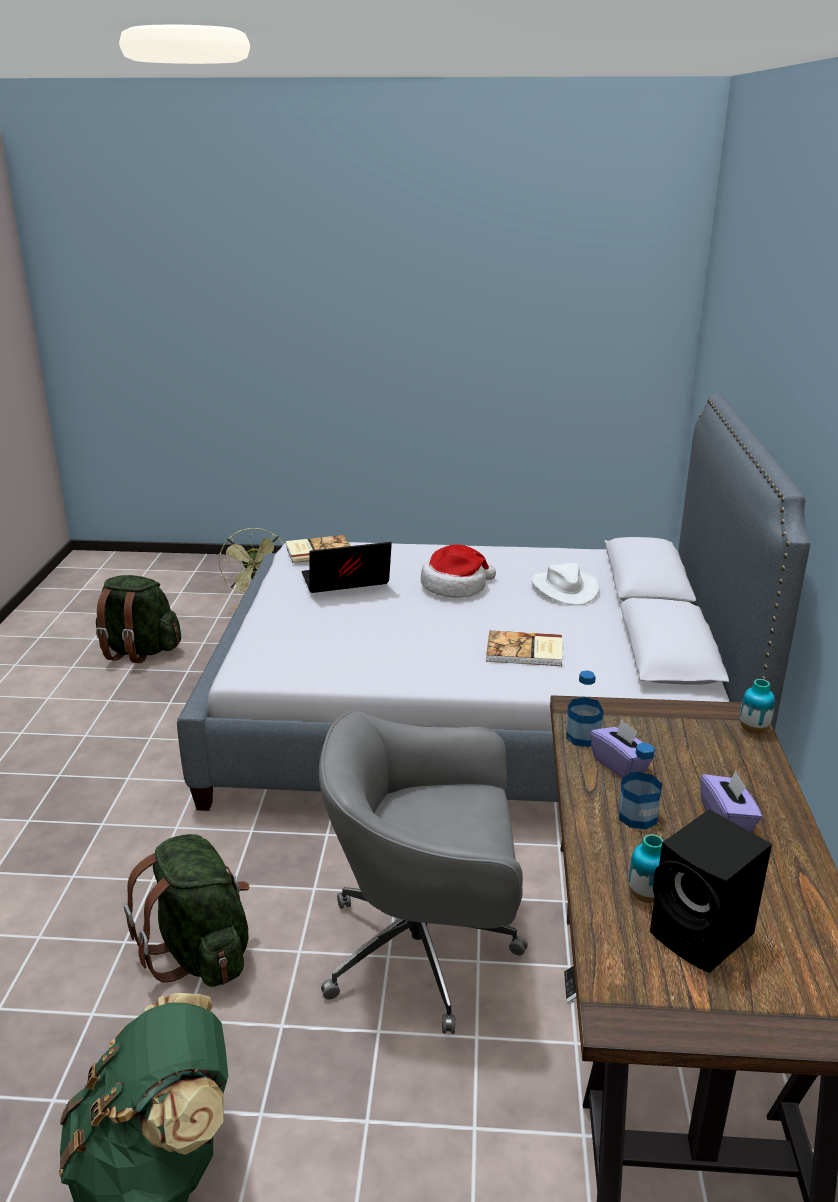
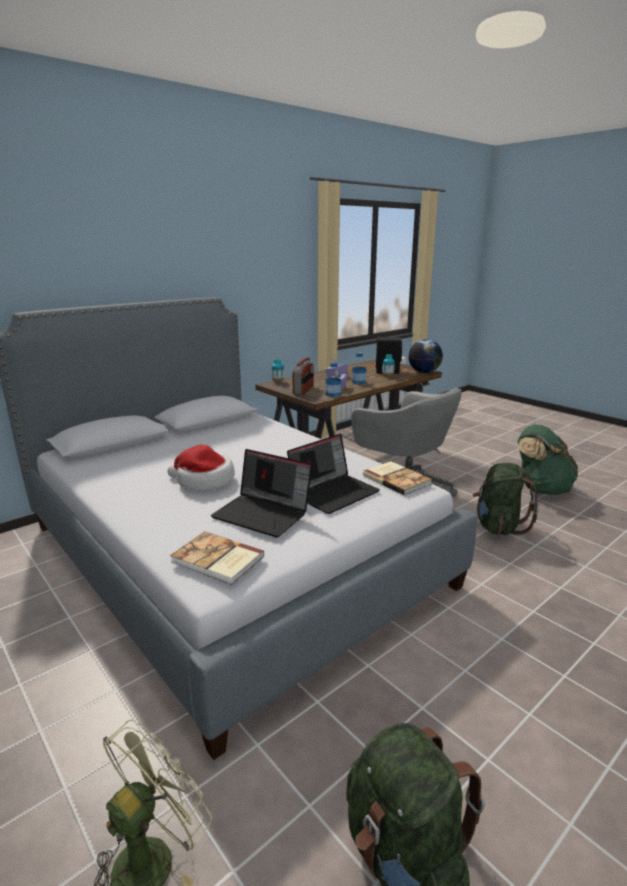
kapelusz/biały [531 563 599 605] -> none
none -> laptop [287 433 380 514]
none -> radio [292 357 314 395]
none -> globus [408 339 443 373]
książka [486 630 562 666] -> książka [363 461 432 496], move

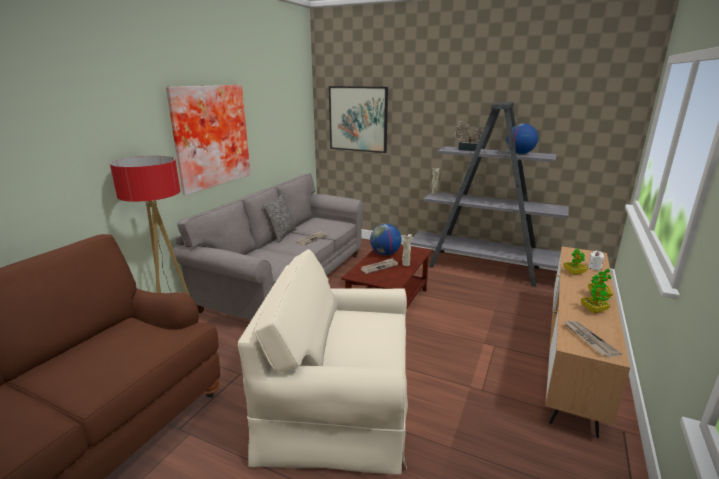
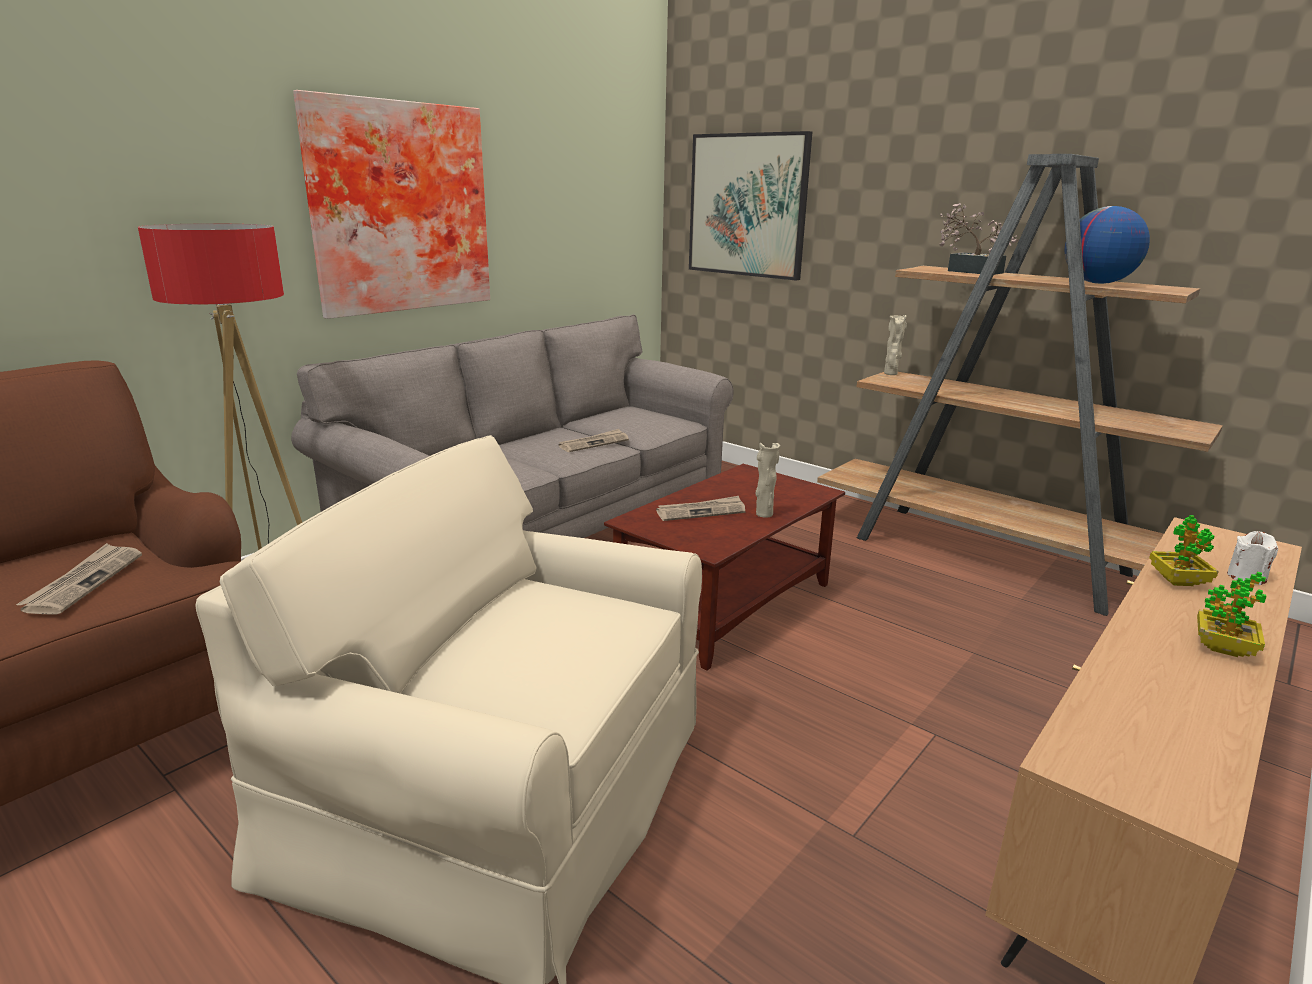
poduszka [263 194 296 243] -> none
globus [370 224 402 255] -> none
roślina doniczkowa [581 280 611 313] -> none
gazeta [564 321 621 358] -> gazeta [16 543 142 614], move
regał/szary [411 102 569 287] -> regał/brązowy [817 154 1223 616]

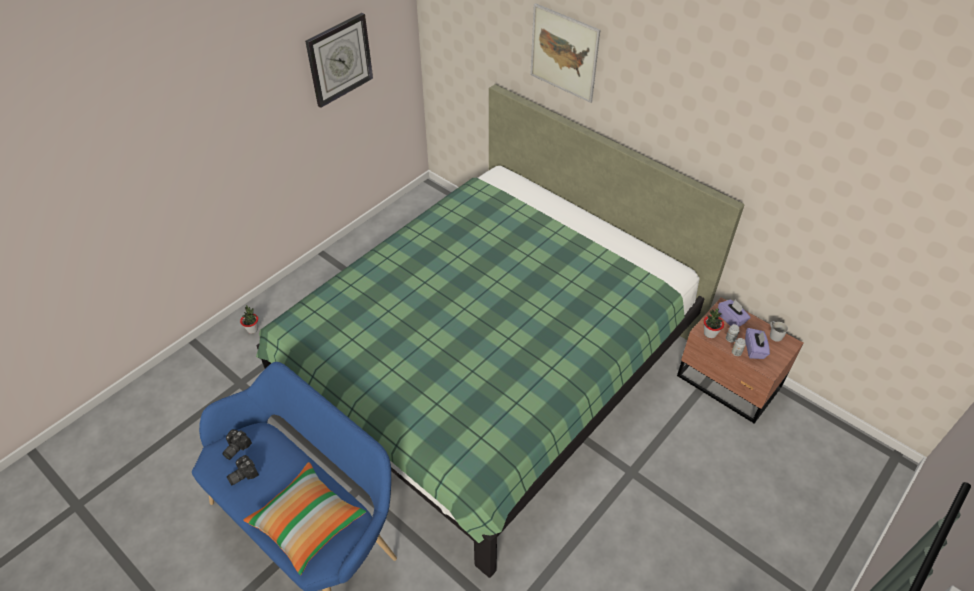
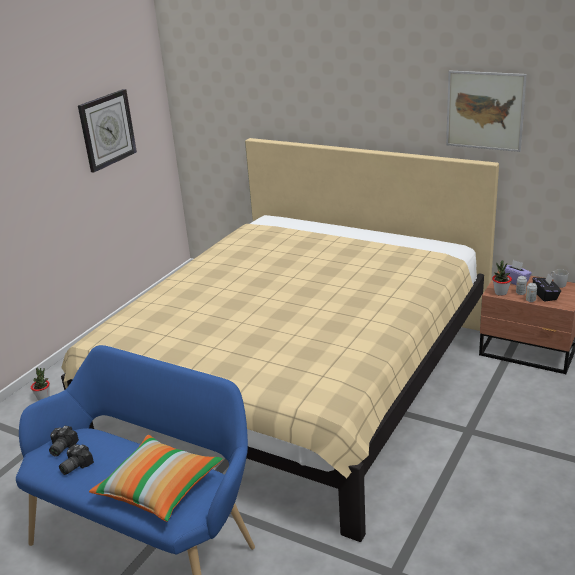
obraz [530 3 600 103] -> obraz [446 70 527 152], move
łóżko/zielony [256 84 744 578] -> łóżko/beżowy [61 138 499 542]
pudełko chusteczek/fioletowy [745 328 770 359] -> pudełko chusteczek/czarny [533 273 561 302]

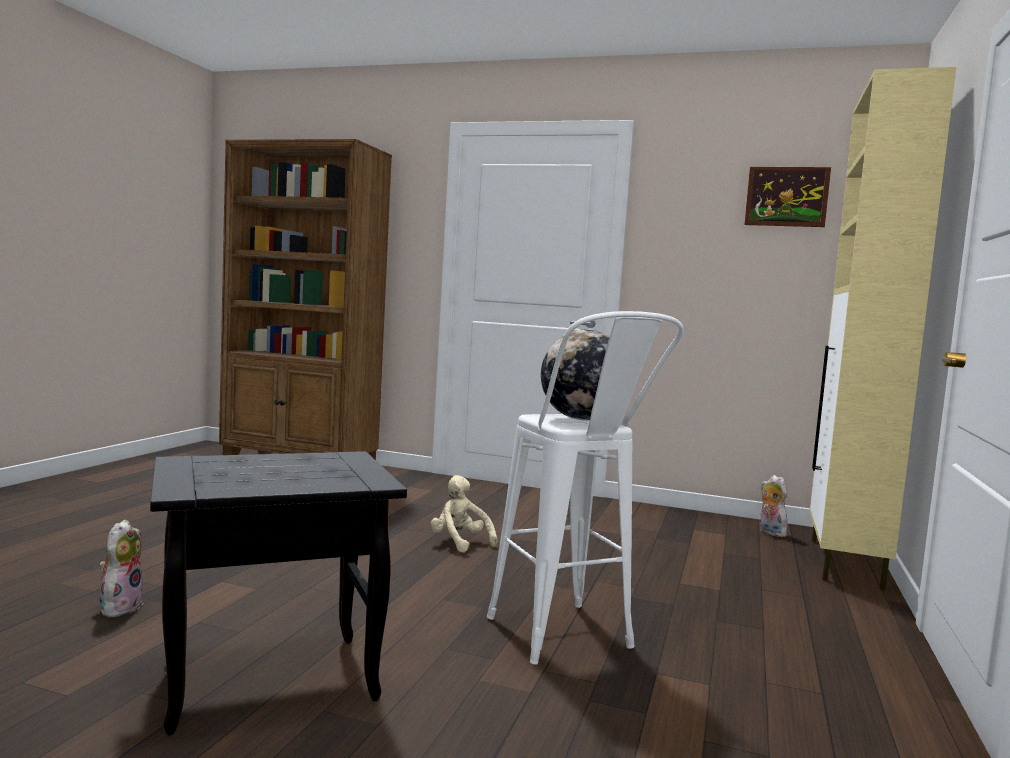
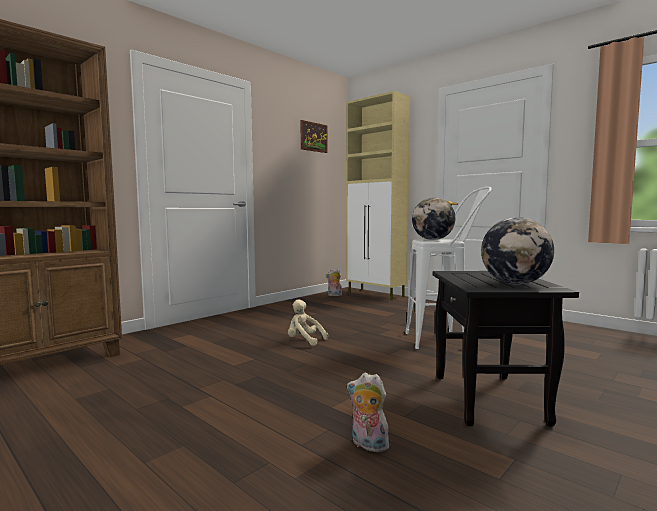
none -> globus [481 217 554 284]
pluszak/beżowy [431 475 498 553] -> pluszak/beżowy [288 299 328 346], 45 degrees clockwise

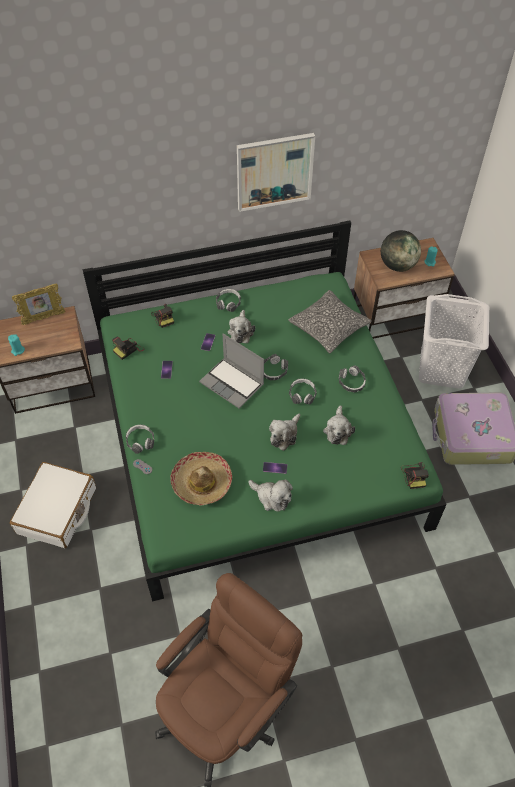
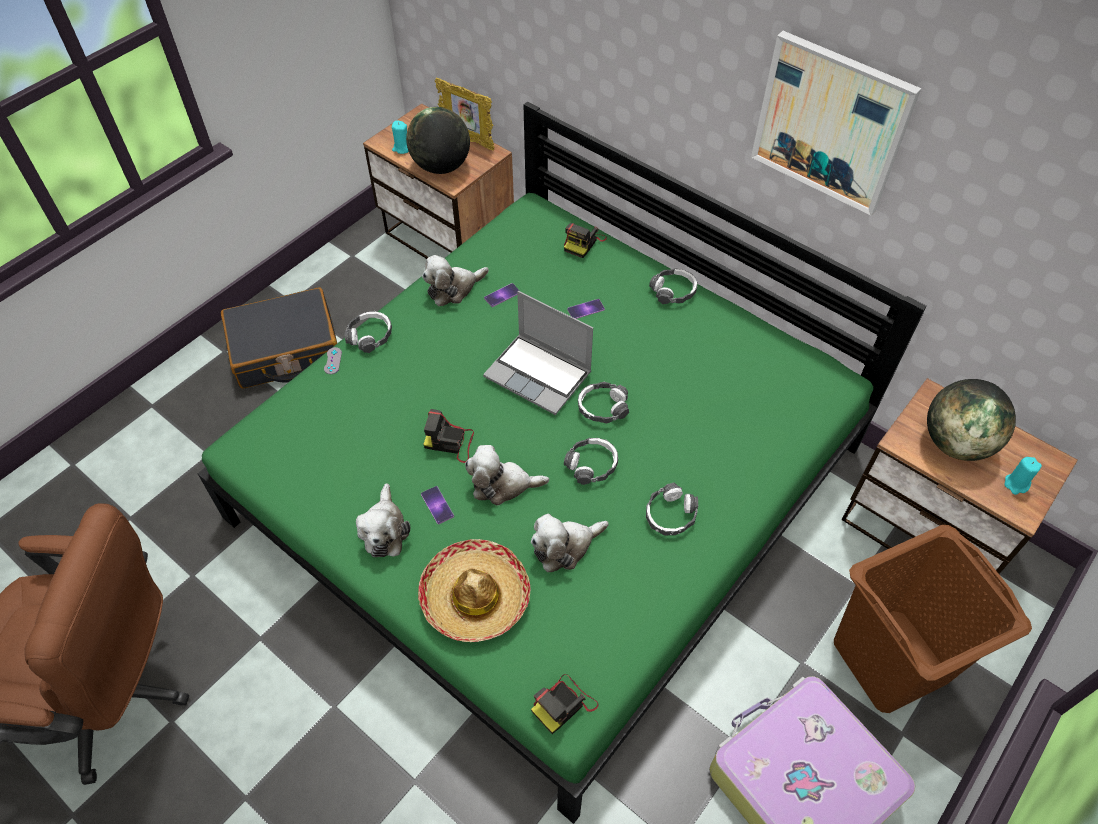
poduszka [288 290 372 353] -> none
none -> globus [406 107 470 174]
aparat fotograficzny [112 337 144 360] -> aparat fotograficzny [423 409 474 463], move
kapelusz [170 452 232 505] -> kapelusz [418 539 530 642], move
pluszak [228 310 255 343] -> pluszak [422 255 489 306], move
walizka/biały [10 462 96 548] -> walizka/czarny [221 288 337 388]
kosz na pranie/biały [419 294 489 389] -> kosz na pranie/brązowy [834 525 1032 713]
laptop [199 333 264 408] -> laptop [483 291 593 415], 60 degrees counterclockwise

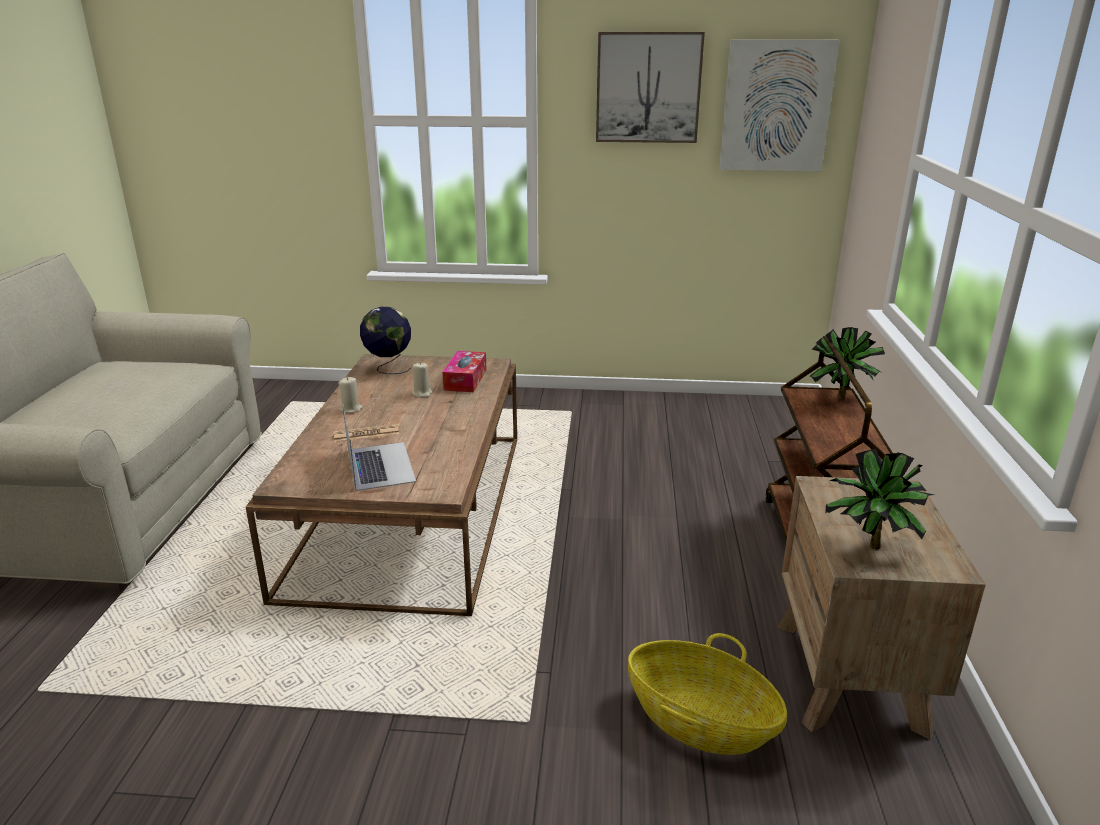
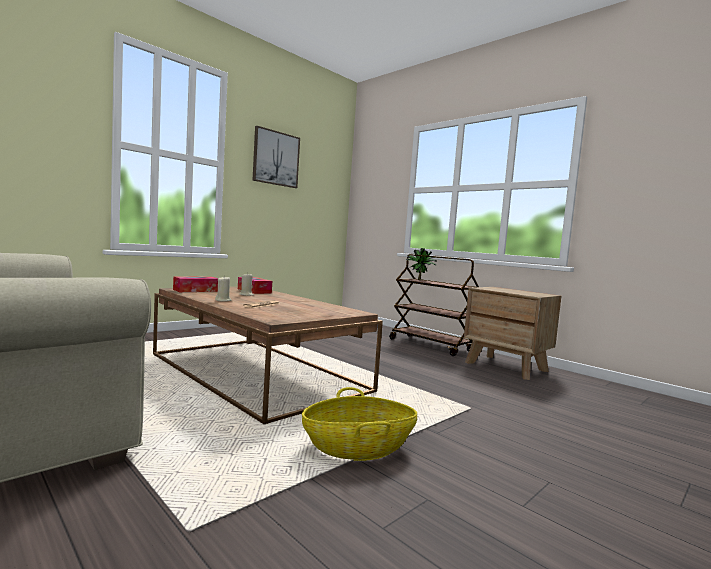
laptop [343 404 416 491] -> none
obraz [719 39 839 171] -> none
roślina doniczkowa [825 449 934 550] -> none
koszyk [628 633 787 755] -> koszyk [302 387 417 461], move
globus [360 307 411 374] -> pudełko chusteczek [173 276 218 292]

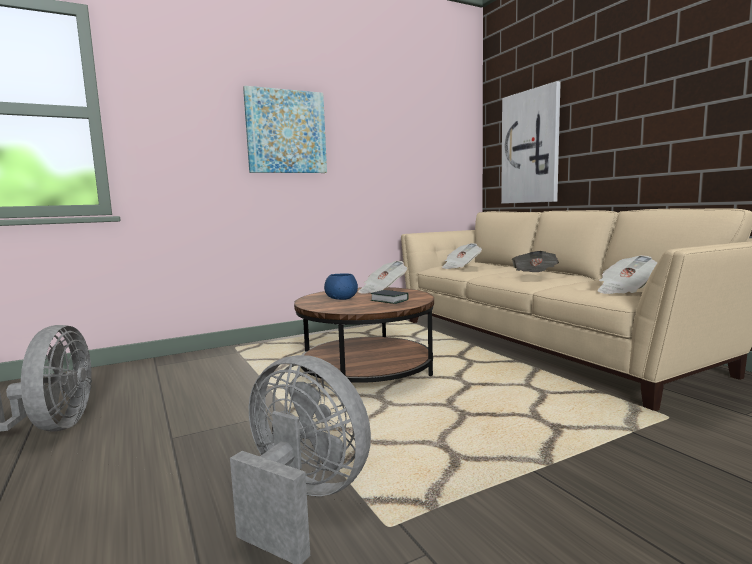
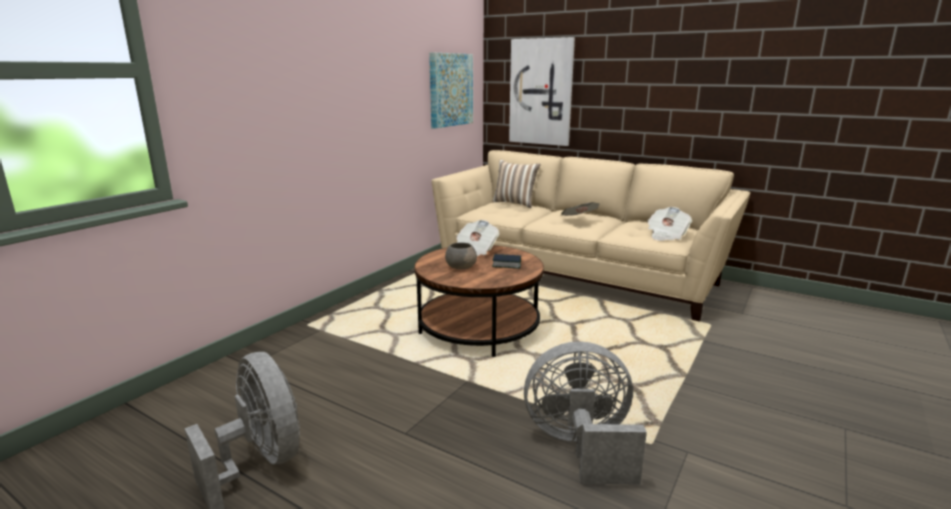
gazeta [442 243 482 269] -> none
none -> poduszka [492 160 541 208]
obraz [243 86 327 173] -> obraz [429 52 473 129], move
miska/niebieski [324 273 358 300] -> miska/szary [445 242 477 269]

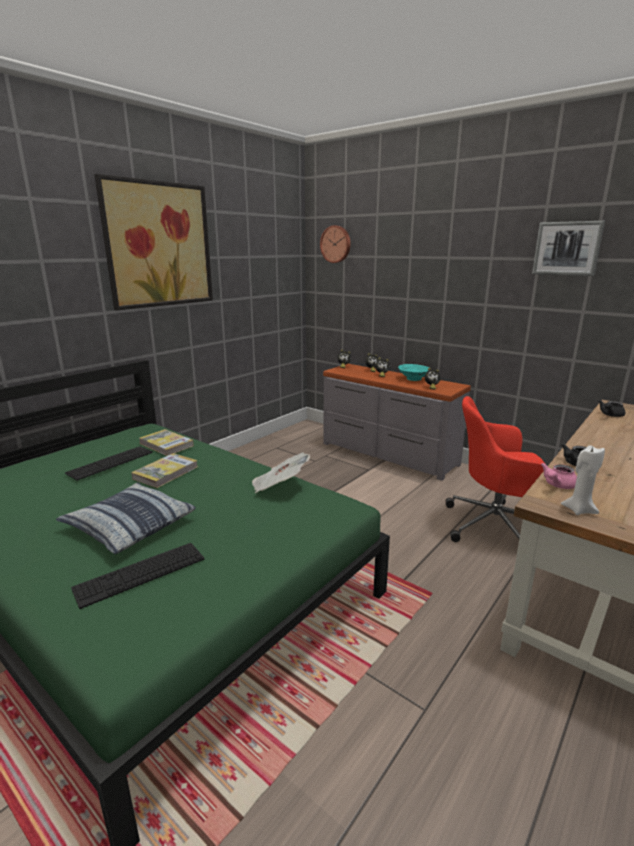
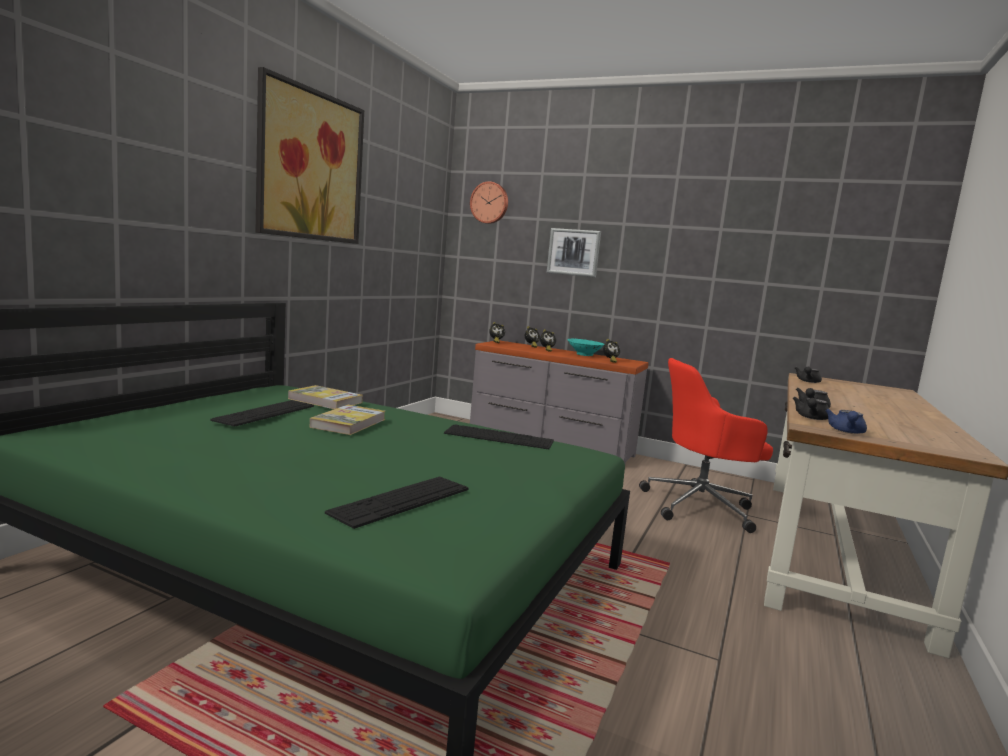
poduszka [56 482 196 554] -> none
obraz [532 221 605 276] -> obraz [547 228 601 277], move
gazeta [252 452 310 493] -> klawiatura [444 424 554 449]
świeca/biały [561 445 605 515] -> imbryk/niebieski [825 409 867 434]
imbryk/różowy [541 463 577 489] -> imbryk/czarny [793 397 829 420]

